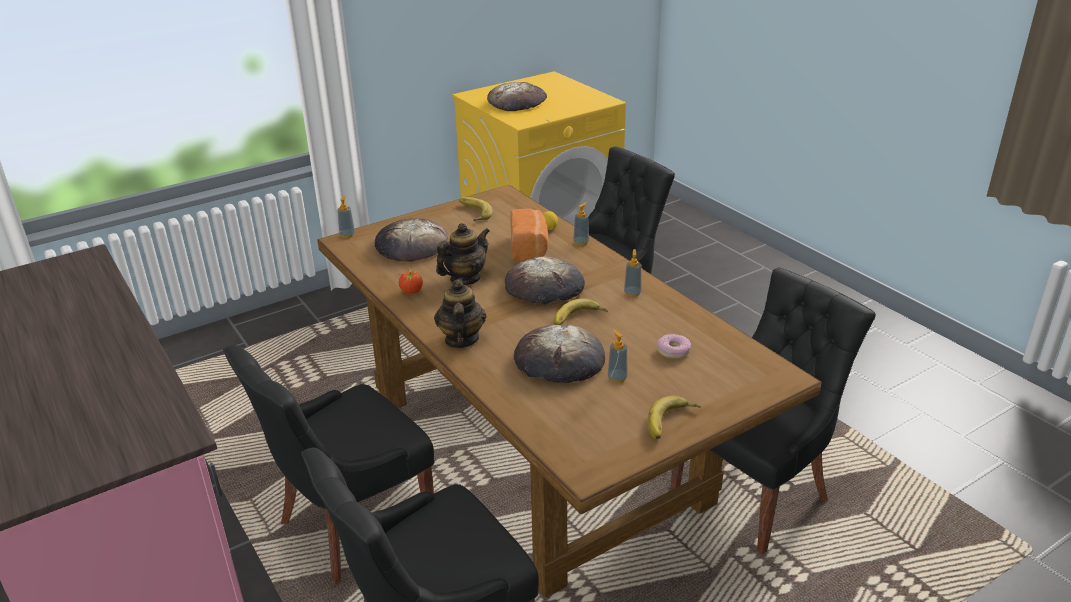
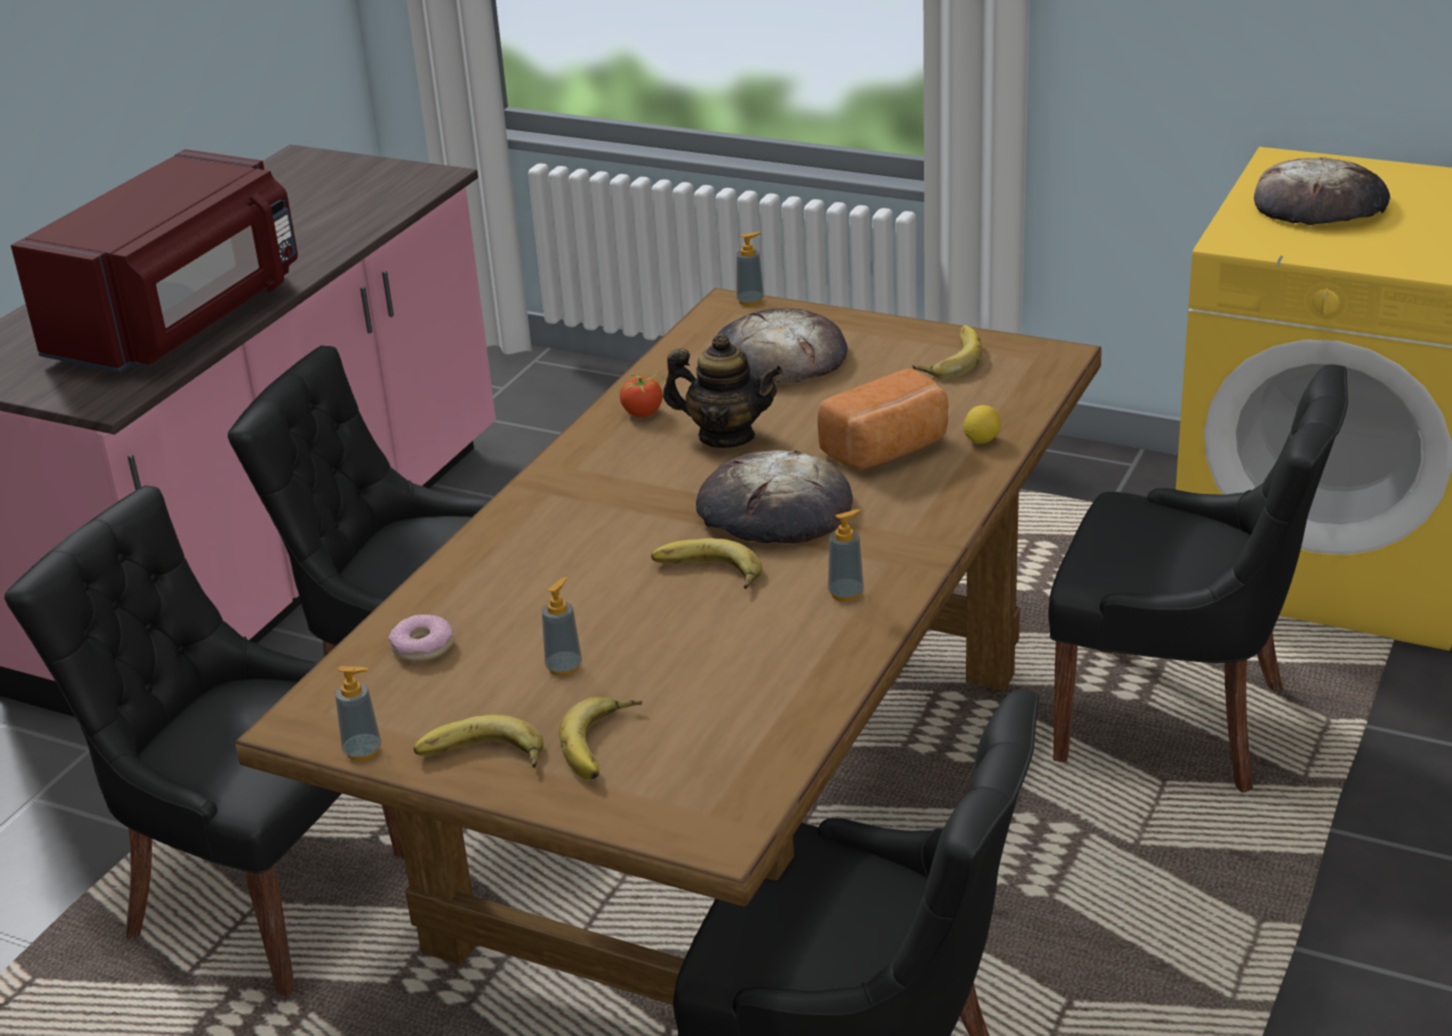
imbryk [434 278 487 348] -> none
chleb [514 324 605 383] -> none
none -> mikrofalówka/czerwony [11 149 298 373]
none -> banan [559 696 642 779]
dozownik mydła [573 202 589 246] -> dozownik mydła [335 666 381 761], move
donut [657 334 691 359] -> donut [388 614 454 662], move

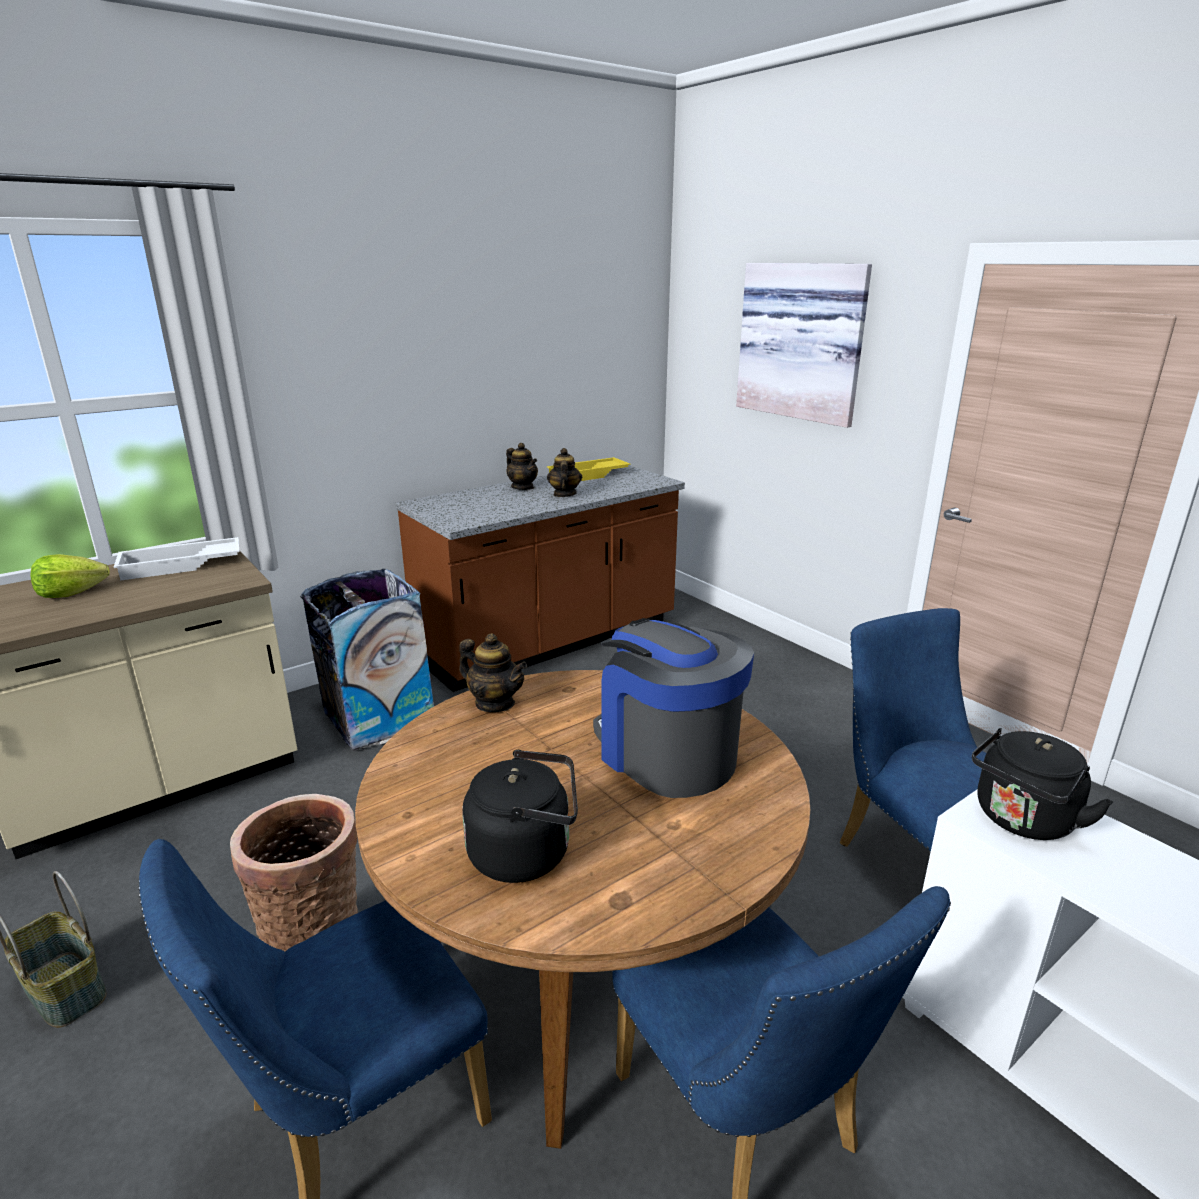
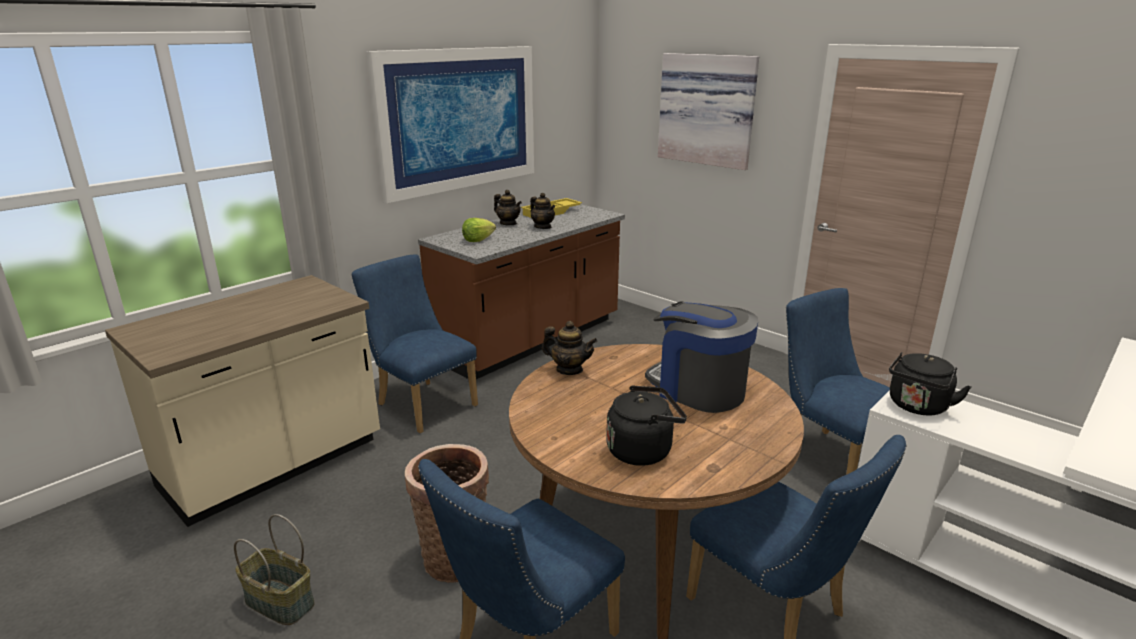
taca/biały [114 537 240 581] -> none
none -> obraz [366 46 534 203]
sałata [31 554 110 598] -> sałata [462 218 496 242], move
kosz na śmieci [300 569 434 750] -> krzesło/niebieski [352 255 478 433]
imbryk [547 448 582 497] -> imbryk [530 193 555 229], 150 degrees clockwise

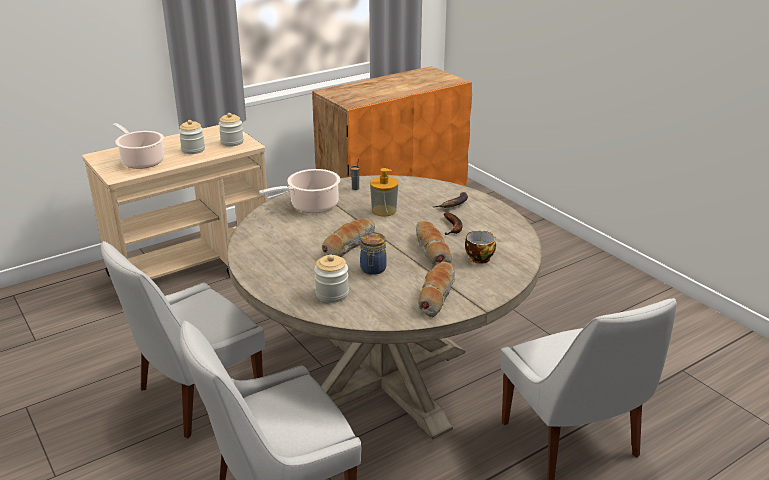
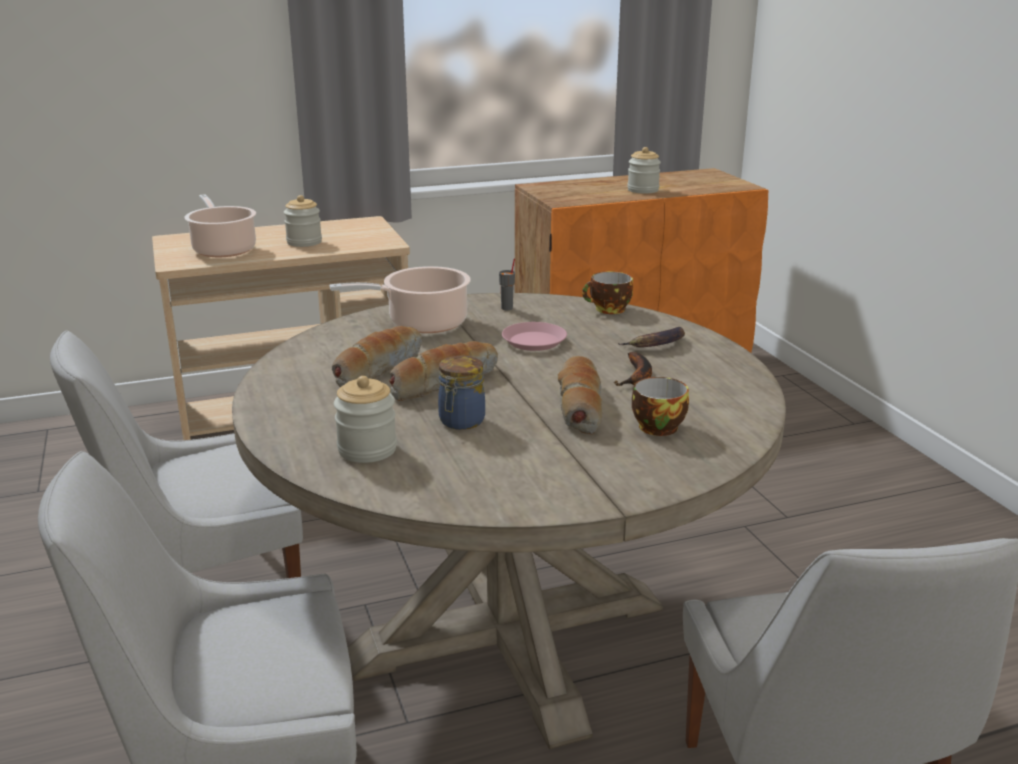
none -> filiżanka [582 271 633 314]
słoik [219 113 244 146] -> słoik [627 147 661 194], move
chleb [418 262 455 317] -> chleb [332 326 422 387], move
dozownik mydła [370 168 398 217] -> talerz/różowy [502 322 567 351]

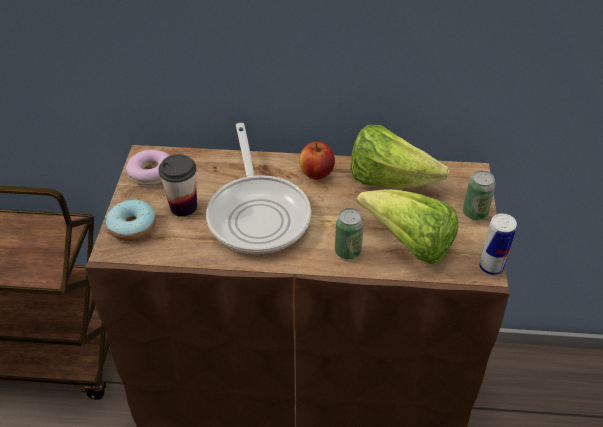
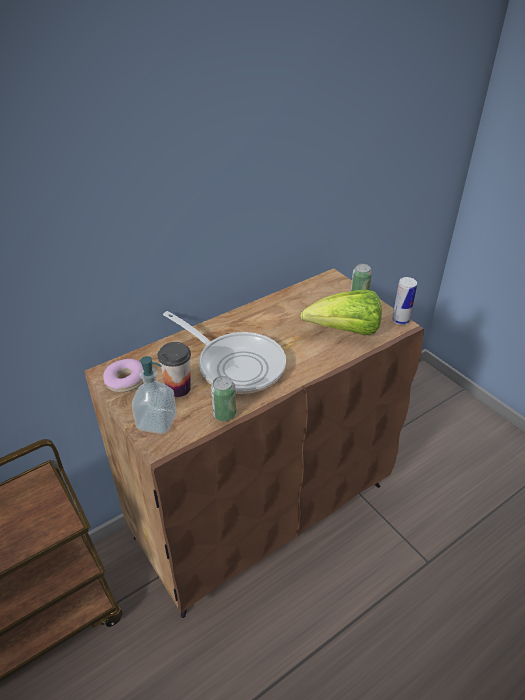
jabłko [299 142 335 180] -> none
sałata [350 125 450 189] -> none
puszka [335 208 364 259] -> puszka [211 376 236 421], move
donut [106 200 156 241] -> dozownik mydła [132 356 177 434]

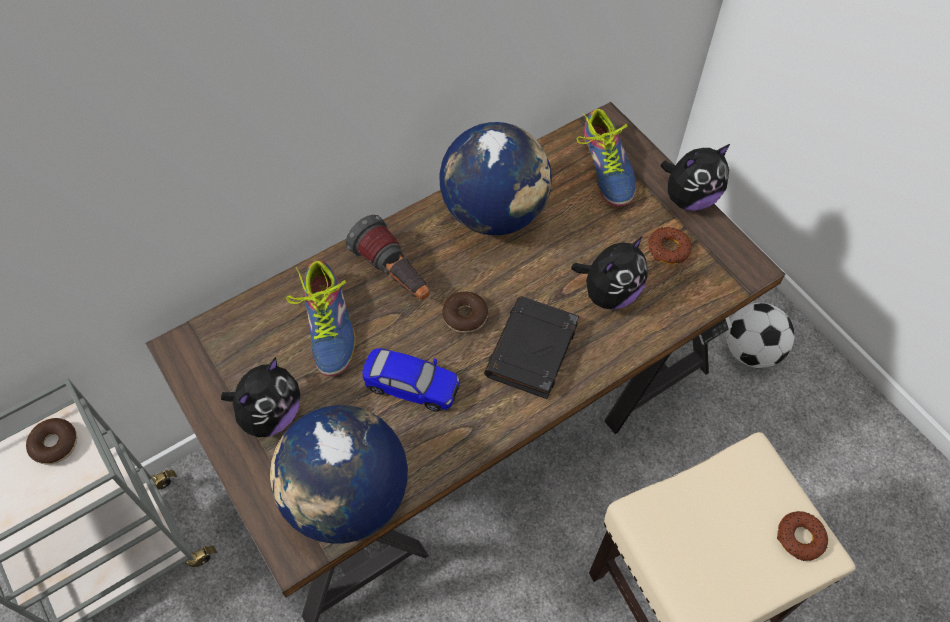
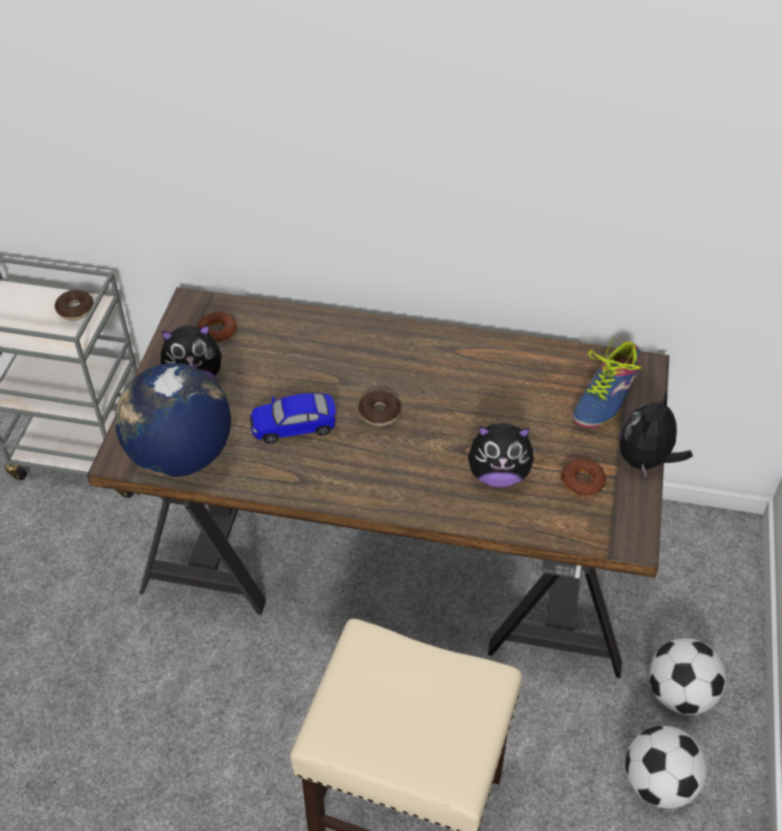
but [286 260 356 376] -> none
latarka [346 215 430 300] -> none
globus [440 122 552 235] -> none
książka/czarny [484 296 579 399] -> none
none -> piłka futbolowa [625 726 707 809]
donut [777 511 828 561] -> donut [197 312 237 342], move
samochodzik [362 348 460 412] -> samochodzik [250 393 335 444], 105 degrees clockwise
pluszak [661 144 730 211] -> pluszak [620 391 693 477], 105 degrees clockwise

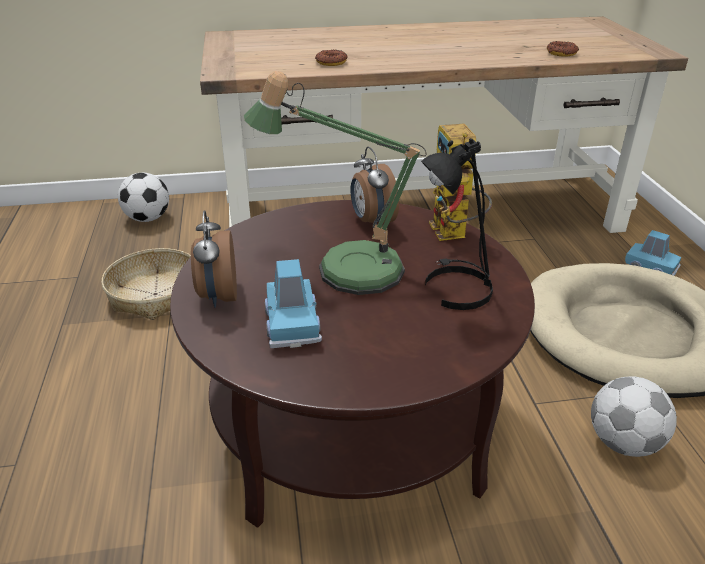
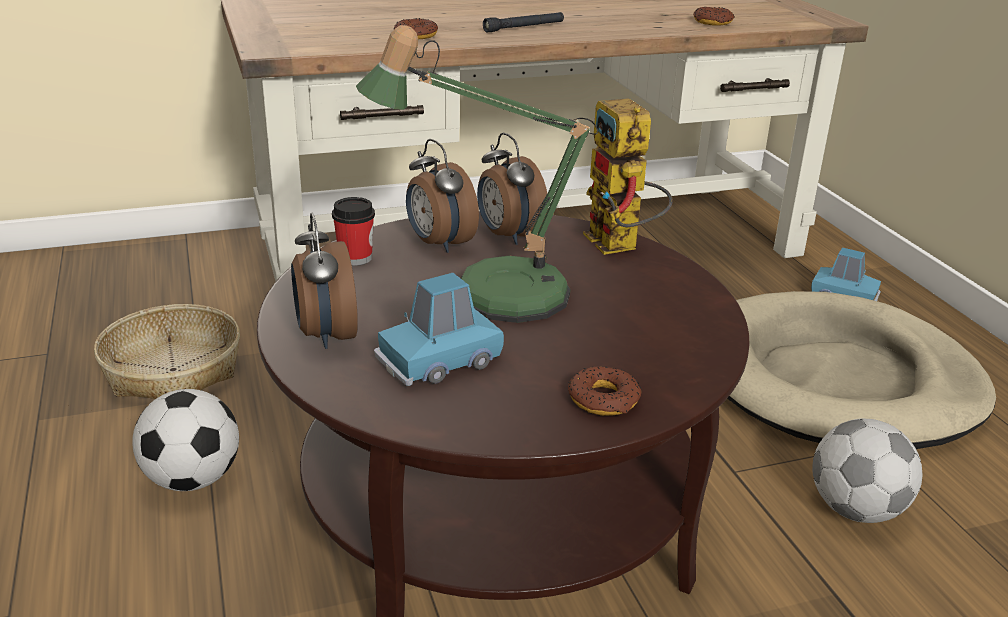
lampa stołowa/czarny [421 138 493 310] -> none
none -> filiżanka [332 197 375 266]
none -> budzik [406 139 479 253]
none -> latarka/czarny [483 12 564 32]
none -> donut [568 366 641 416]
piłka futbolowa [118 173 169 222] -> piłka futbolowa [132 389 239 491], move
samochodzik/niebieski [265 259 322 348] -> samochodzik/niebieski [374 273 504 386], 75 degrees clockwise

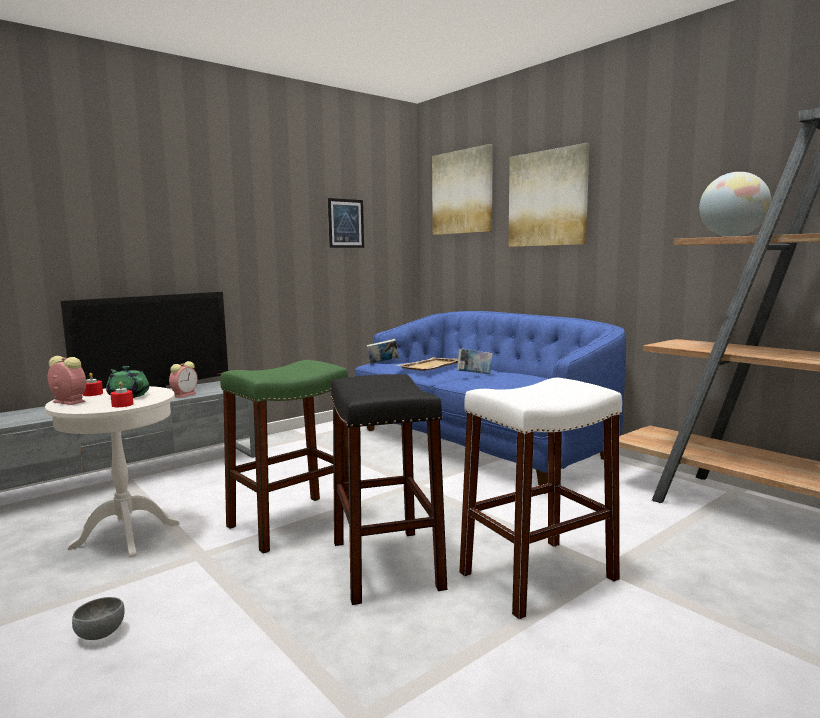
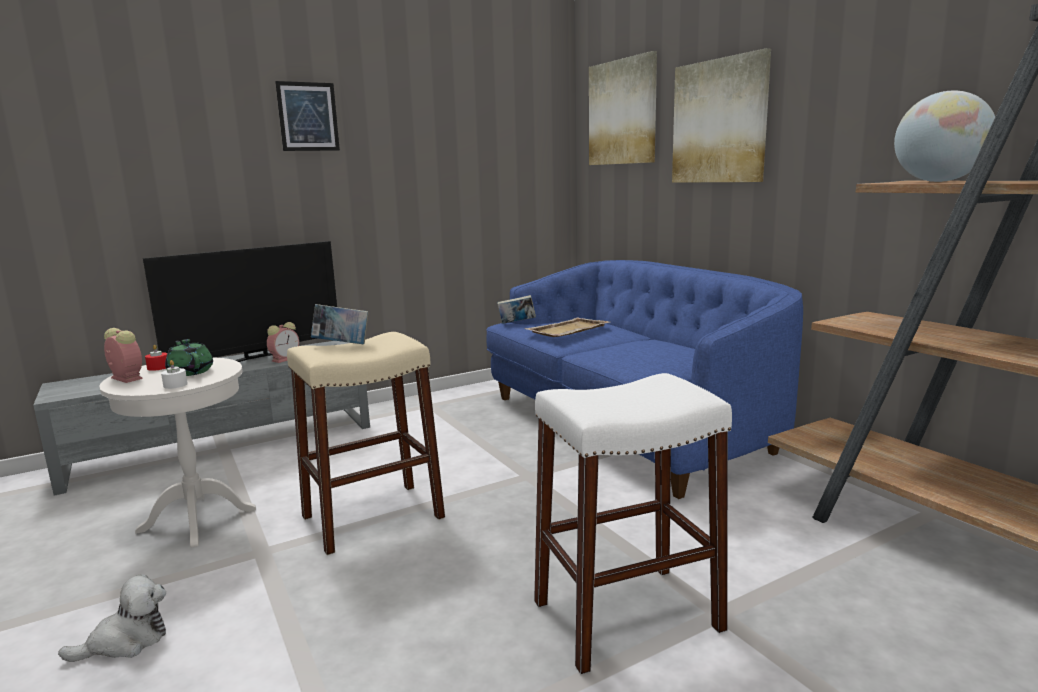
stołek/czarny [330 374 447 605] -> none
obraz [328 198 364 248] -> obraz [275 81 340 151], move
książka [457 349 493 374] -> książka [311 304 369 344], move
miska/szary [72 597 125 640] -> pluszak [58 575 166 662]
świeca/czerwony [110 382 133 407] -> świeca/biały [161 360 188 389]
stołek/zielony [220 360 349 554] -> stołek/beżowy [287 332 445 555]

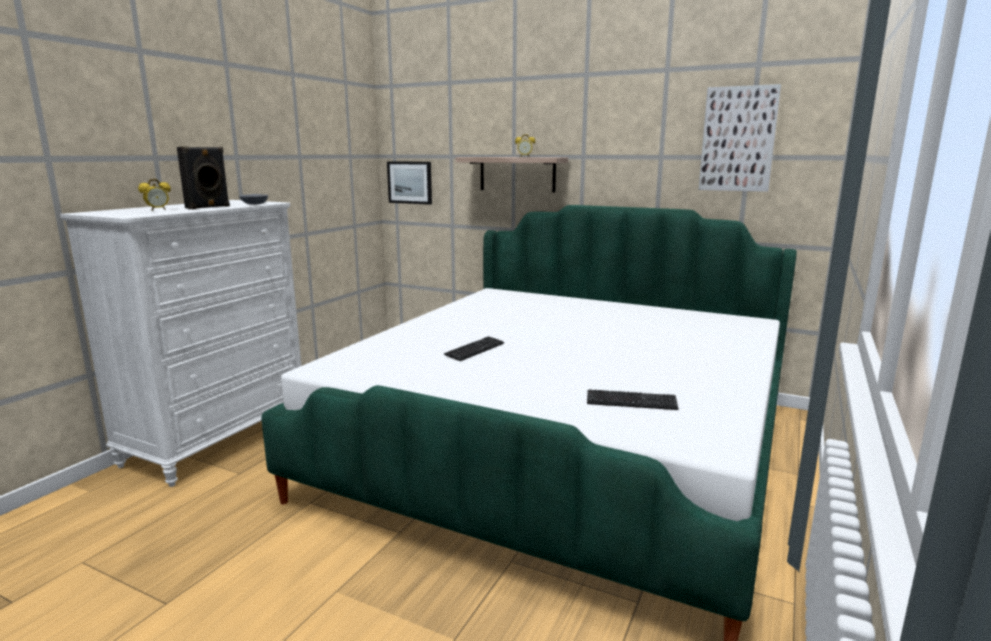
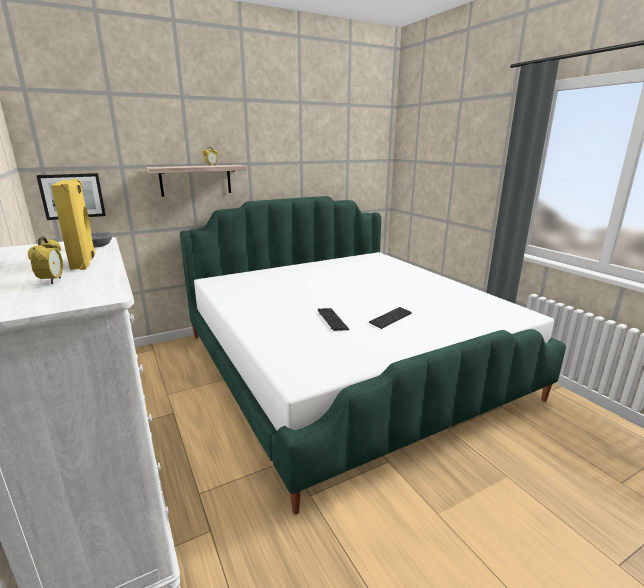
obraz [698 84 781 192] -> none
klawiatura [587 389 678 410] -> klawiatura [369 307 412 329], move
głośnik/czarny [177 146 230 209] -> głośnik/żółty [51 179 96 270]

